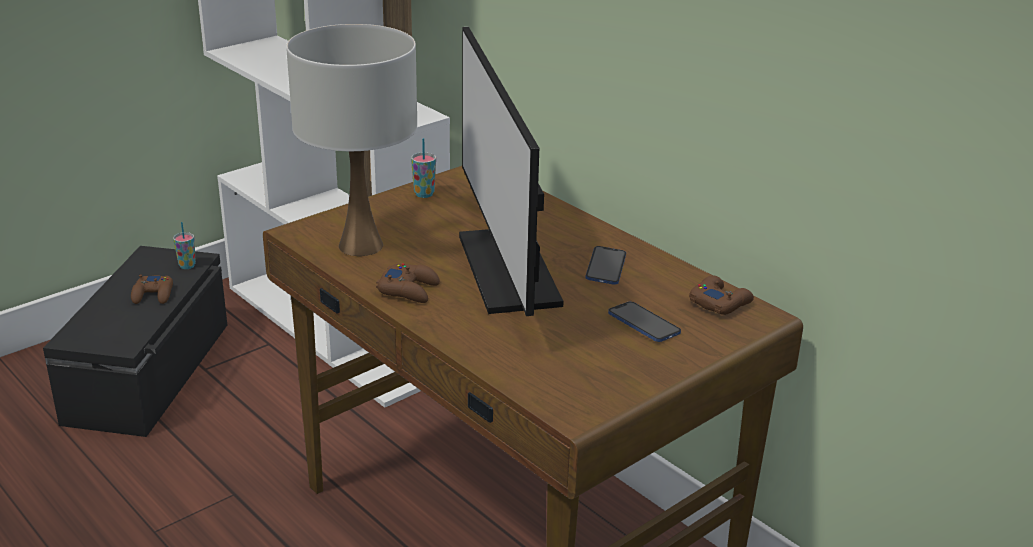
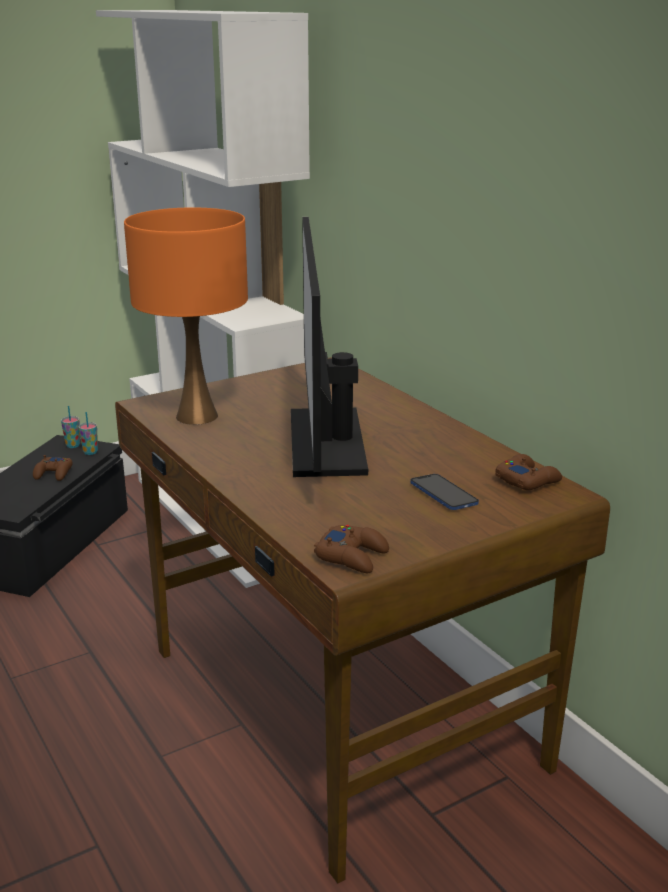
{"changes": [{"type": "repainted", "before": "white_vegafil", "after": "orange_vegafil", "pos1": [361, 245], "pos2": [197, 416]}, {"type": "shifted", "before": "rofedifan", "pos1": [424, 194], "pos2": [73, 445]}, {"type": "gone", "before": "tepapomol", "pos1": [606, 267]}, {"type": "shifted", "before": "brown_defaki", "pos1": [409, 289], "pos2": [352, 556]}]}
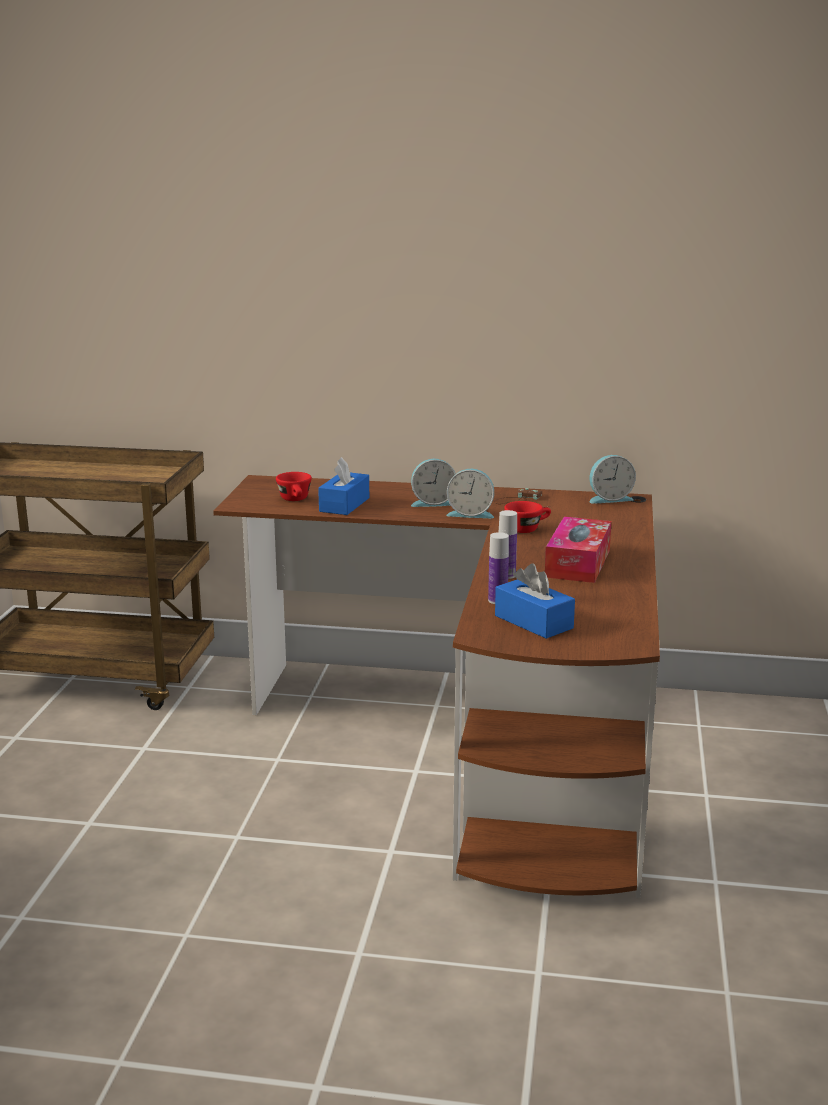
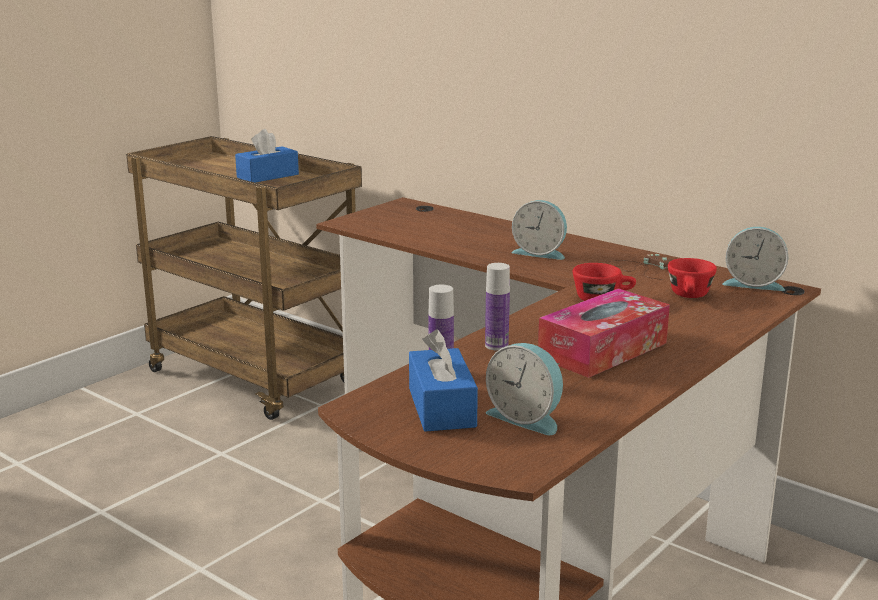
{"changes": [{"type": "shifted", "before": "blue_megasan", "pos1": [344, 505], "pos2": [268, 176]}, {"type": "shifted", "before": "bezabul", "pos1": [470, 513], "pos2": [526, 418]}, {"type": "shifted", "before": "red_rofedifan", "pos1": [296, 500], "pos2": [690, 296]}]}
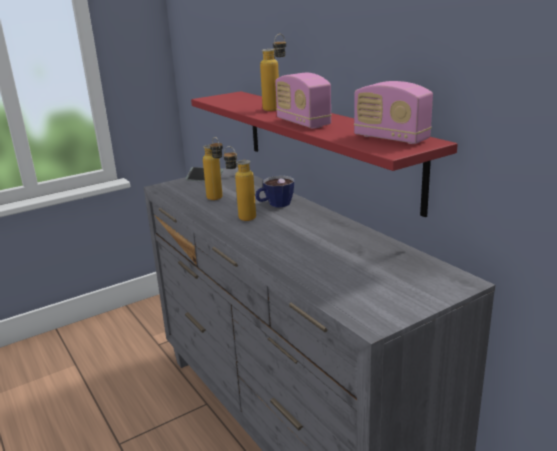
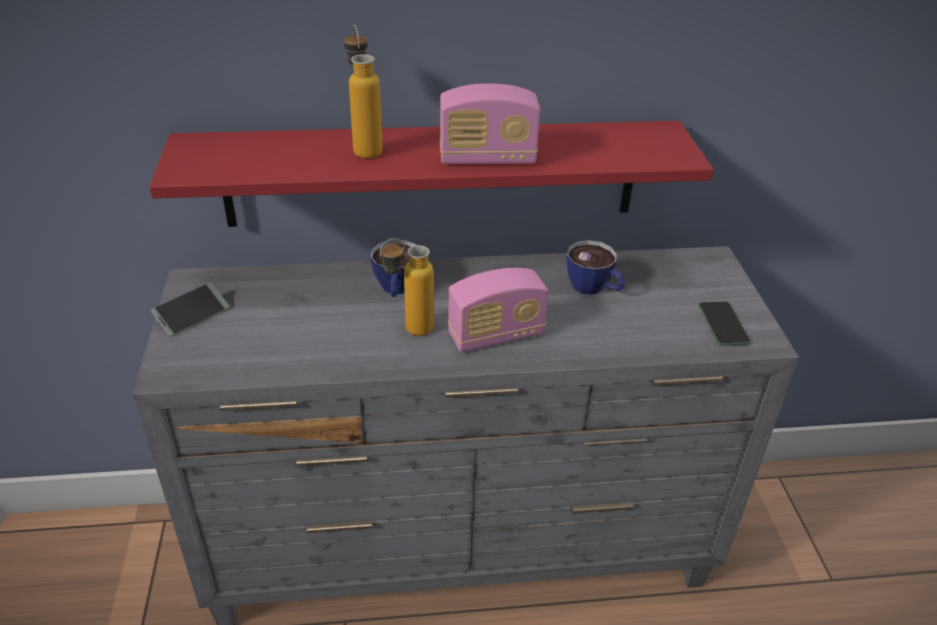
{"changes": [{"type": "shifted", "before": "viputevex", "pos1": [391, 138], "pos2": [496, 335]}, {"type": "gone", "before": "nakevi", "pos1": [217, 199]}, {"type": "new", "after": "rofedifan", "pos2": [594, 289]}, {"type": "new", "after": "tepapomol", "pos2": [723, 324]}]}
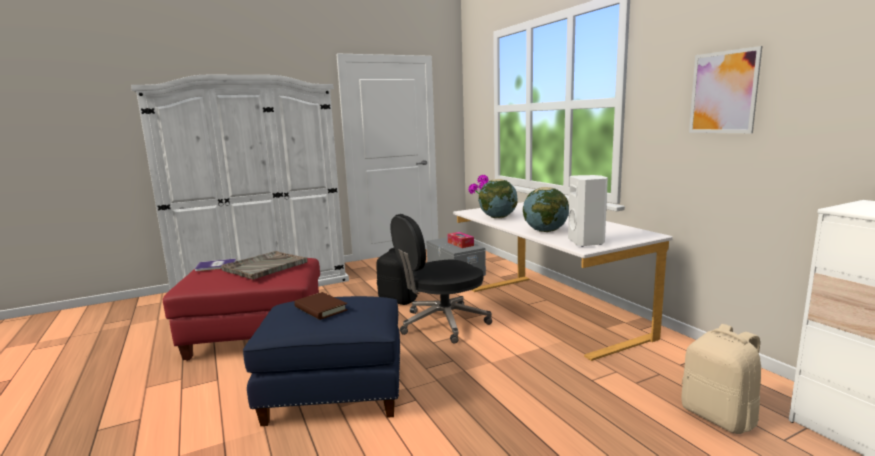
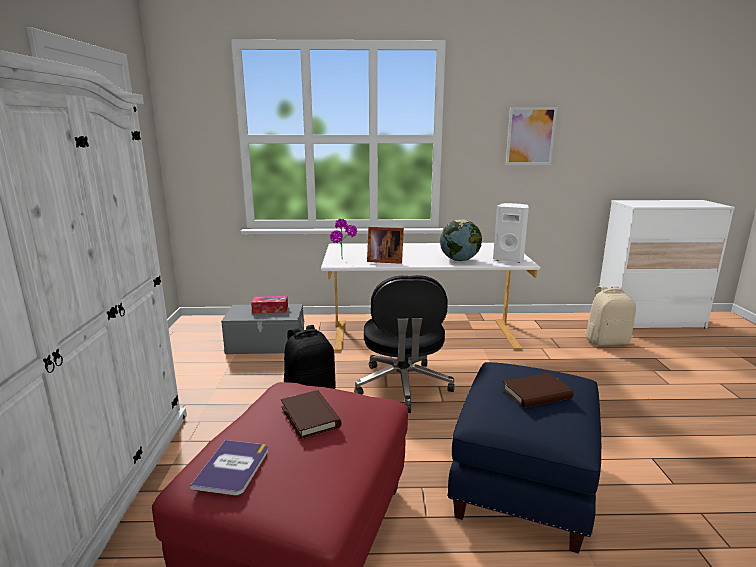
{"changes": [{"type": "swapped", "before": "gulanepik", "after": "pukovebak", "pos1": [498, 217], "pos2": [384, 261]}, {"type": "swapped", "before": "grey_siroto", "after": "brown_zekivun", "pos1": [264, 266], "pos2": [310, 417]}]}
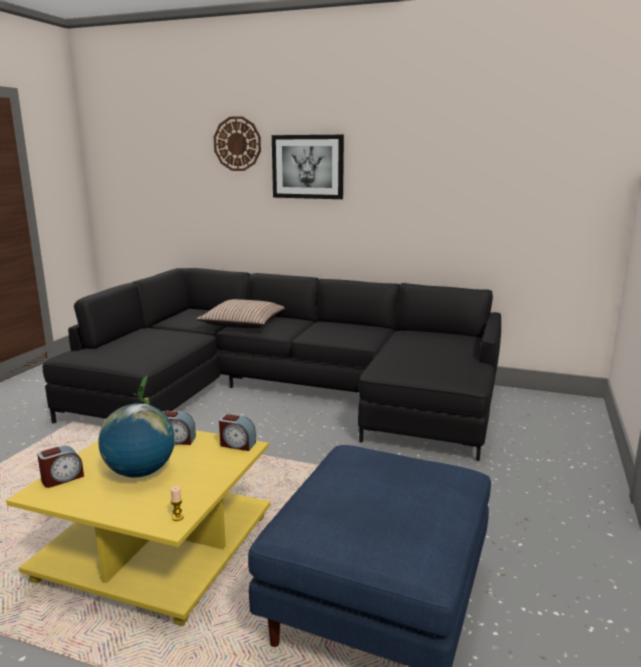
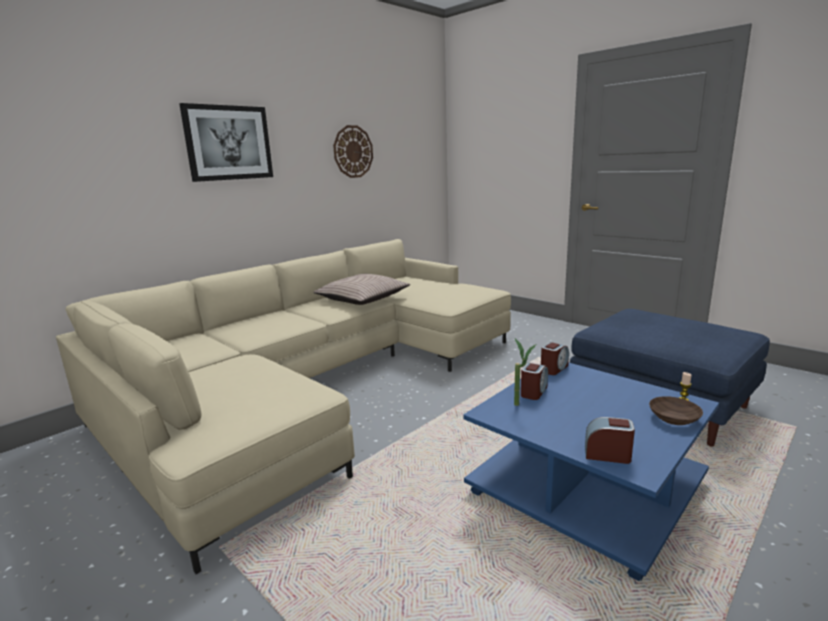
{"changes": [{"type": "shifted", "before": "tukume", "pos1": [237, 144], "pos2": [353, 151]}, {"type": "repainted", "before": "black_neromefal", "after": "beige_neromefal", "pos1": [285, 392], "pos2": [317, 384]}, {"type": "shifted", "before": "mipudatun", "pos1": [243, 323], "pos2": [362, 299]}, {"type": "gone", "before": "gulanepik", "pos1": [140, 472]}, {"type": "repainted", "before": "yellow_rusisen", "after": "blue_rusisen", "pos1": [159, 547], "pos2": [584, 486]}, {"type": "rotated", "before": "bezabul", "pos1": [62, 478], "pos2": [607, 454], "turn": -60}, {"type": "new", "after": "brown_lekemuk", "pos2": [672, 418]}]}
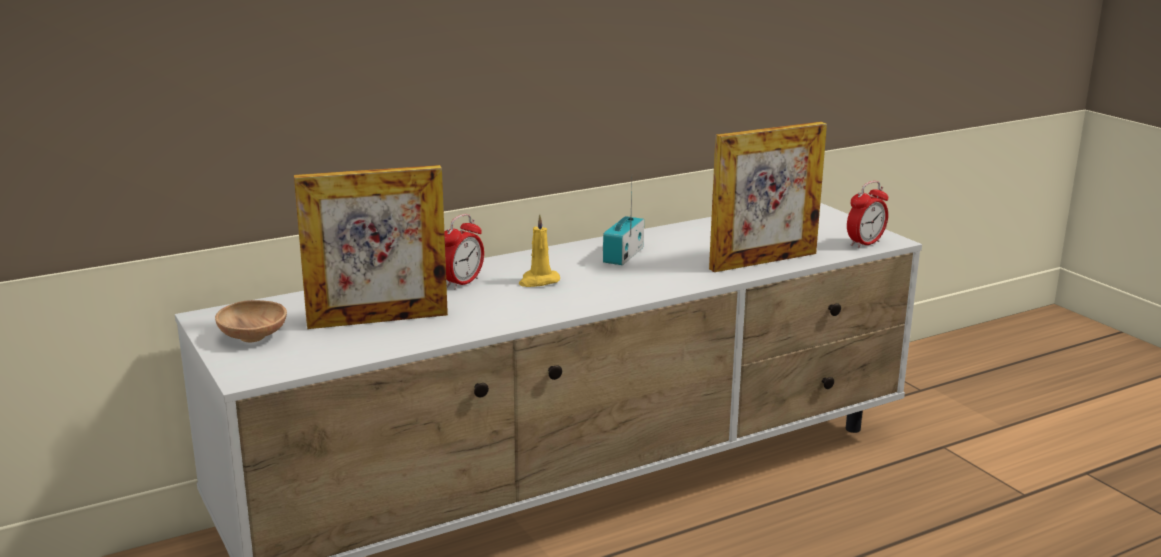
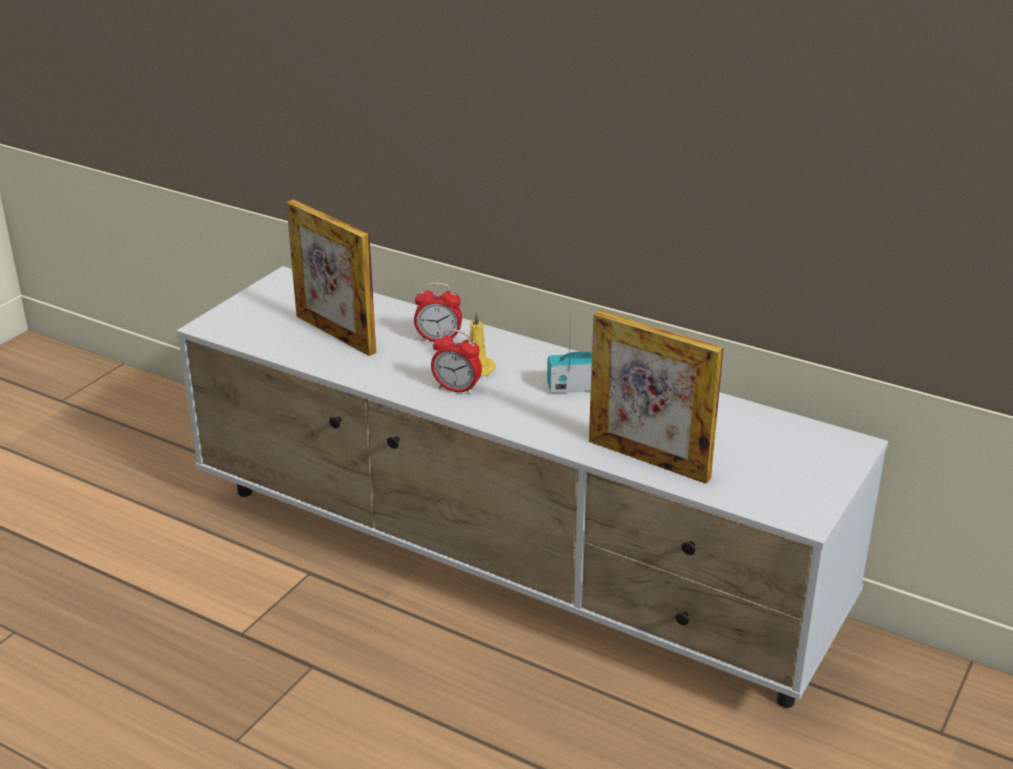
{"changes": [{"type": "shifted", "before": "bezabul", "pos1": [865, 243], "pos2": [457, 389]}, {"type": "gone", "before": "brown_lekemuk", "pos1": [253, 336]}]}
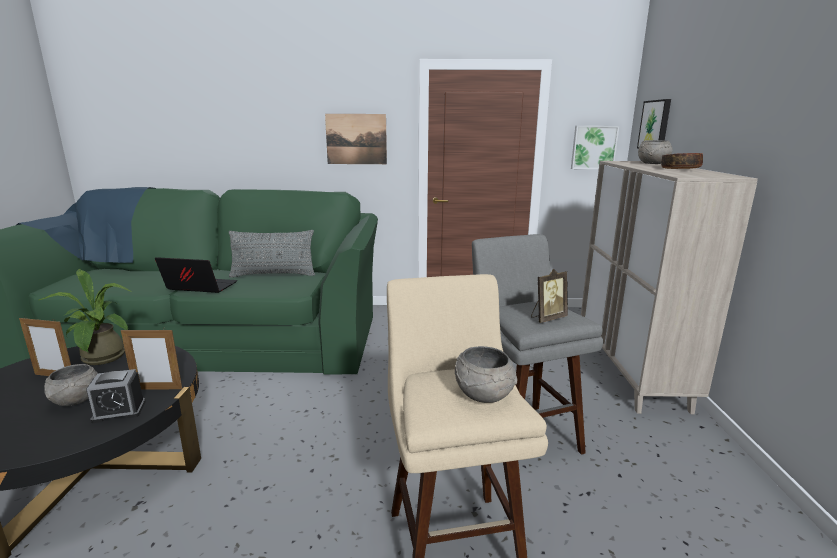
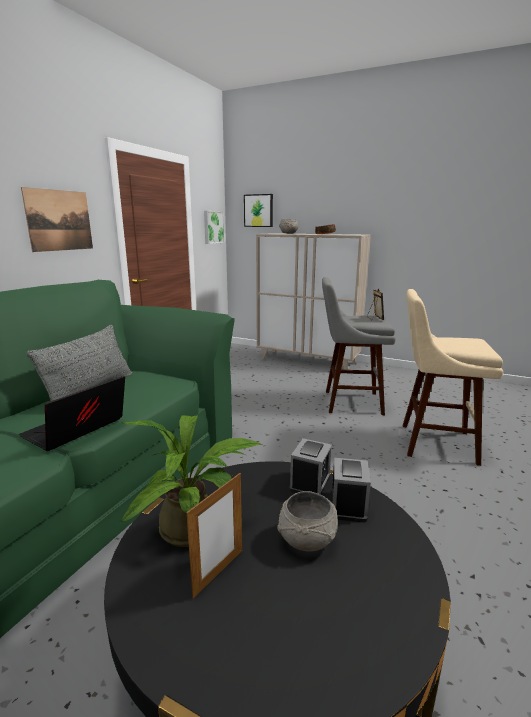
{"changes": [{"type": "swapped", "before": "pukovebak", "after": "bezabul", "pos1": [157, 389], "pos2": [310, 483]}, {"type": "gone", "before": "grey_lekemuk", "pos1": [483, 394]}]}
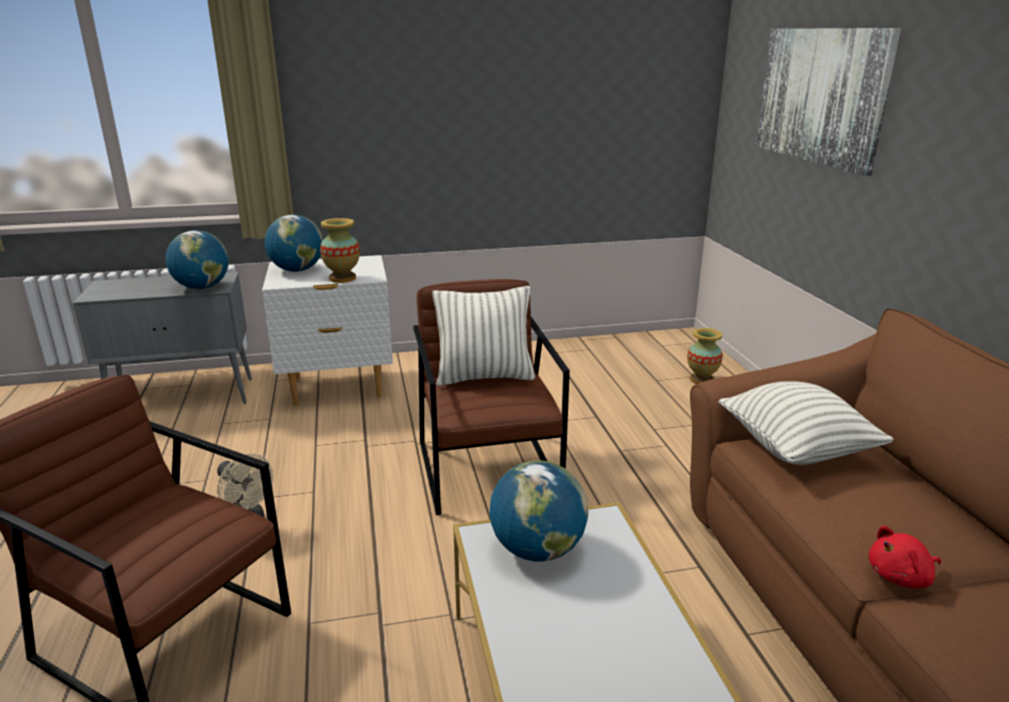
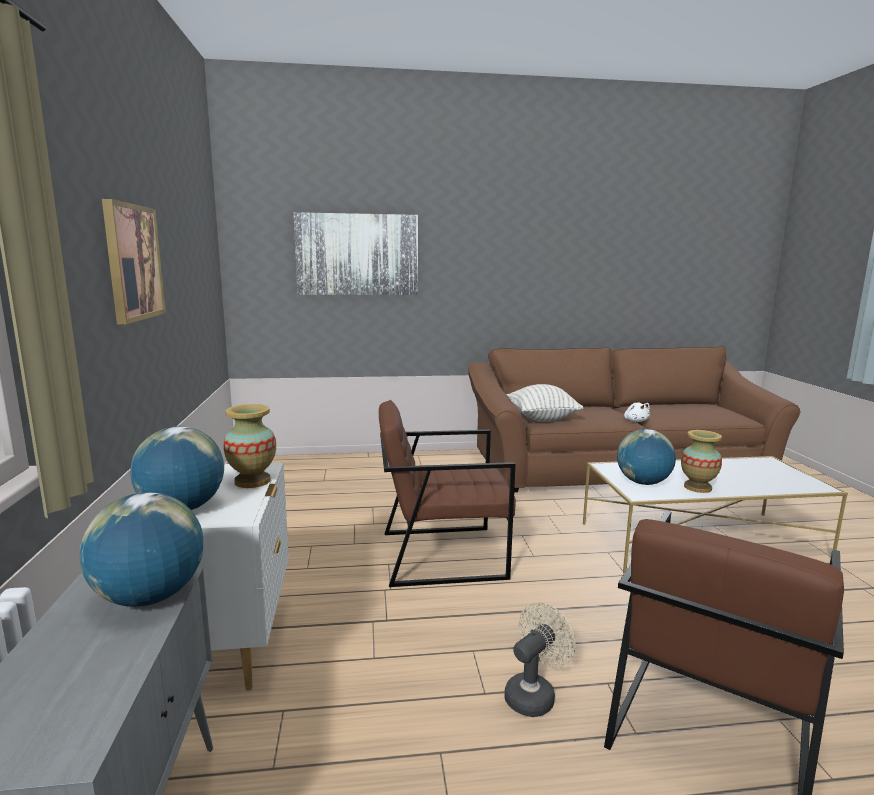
{"changes": [{"type": "gone", "before": "mipudatun", "pos1": [484, 377]}, {"type": "shifted", "before": "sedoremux", "pos1": [701, 380], "pos2": [697, 487]}, {"type": "repainted", "before": "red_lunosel", "after": "white_lunosel", "pos1": [901, 577], "pos2": [635, 421]}, {"type": "new", "after": "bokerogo", "pos2": [133, 262]}]}
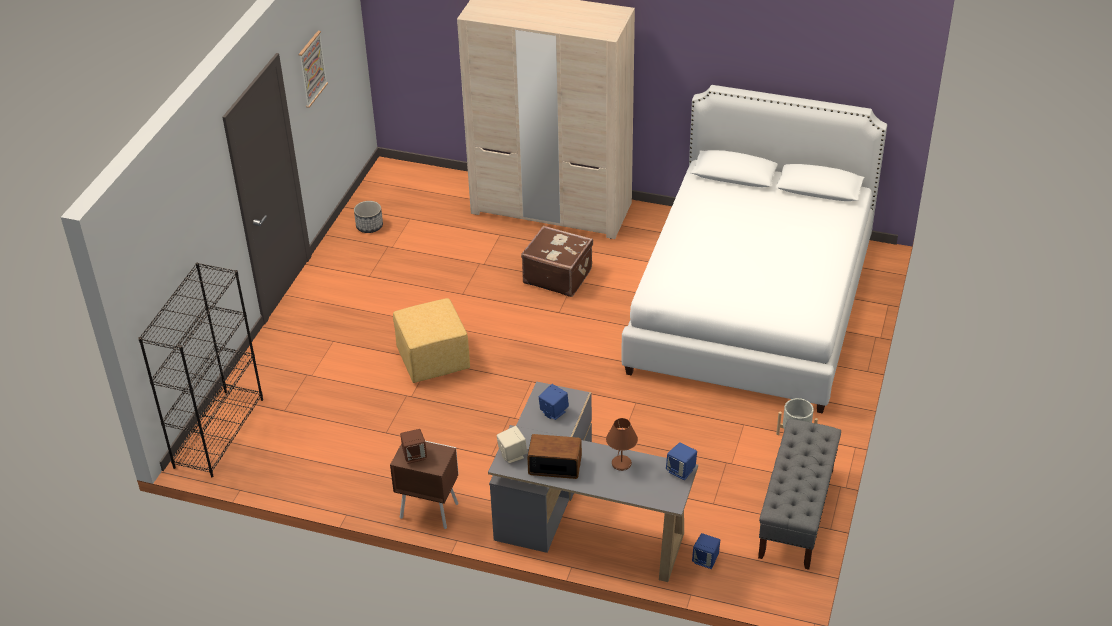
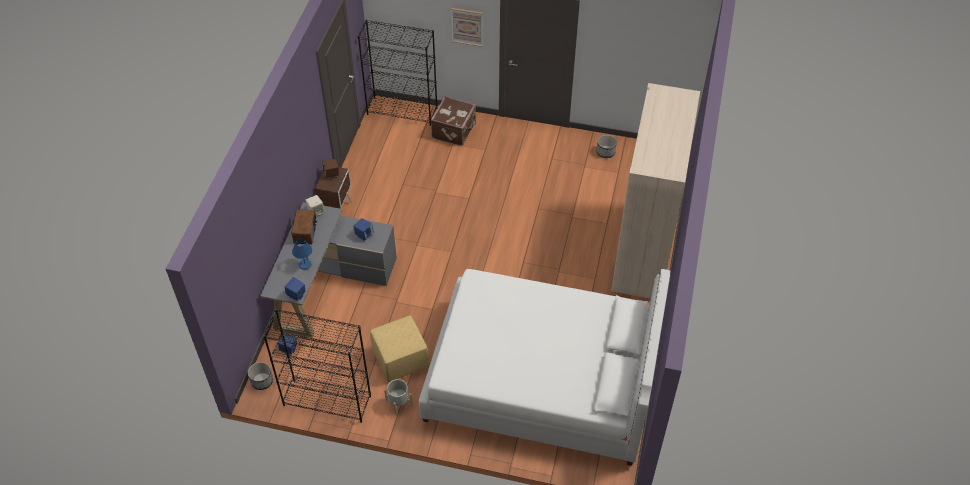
{"changes": [{"type": "shifted", "before": "bokerogo", "pos1": [312, 68], "pos2": [467, 26]}, {"type": "shifted", "before": "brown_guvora", "pos1": [558, 276], "pos2": [454, 130]}, {"type": "shifted", "before": "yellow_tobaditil", "pos1": [432, 360], "pos2": [400, 359]}, {"type": "repainted", "before": "brown_vegafil", "after": "blue_vegafil", "pos1": [621, 464], "pos2": [304, 264]}, {"type": "swapped", "before": "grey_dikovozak", "after": "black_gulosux", "pos1": [796, 513], "pos2": [326, 401]}, {"type": "new", "after": "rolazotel", "pos2": [262, 381]}]}
